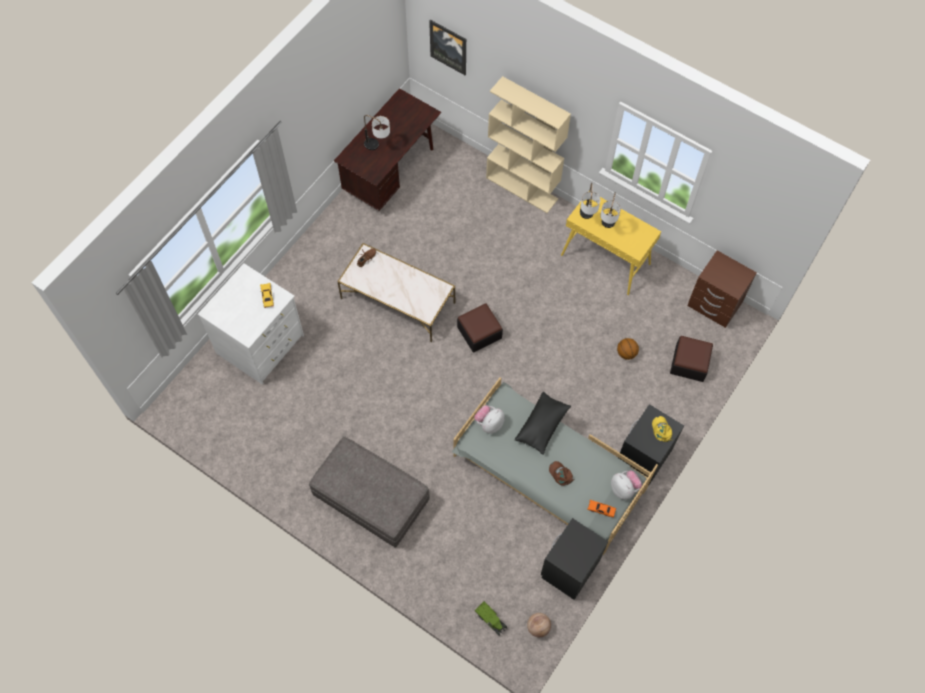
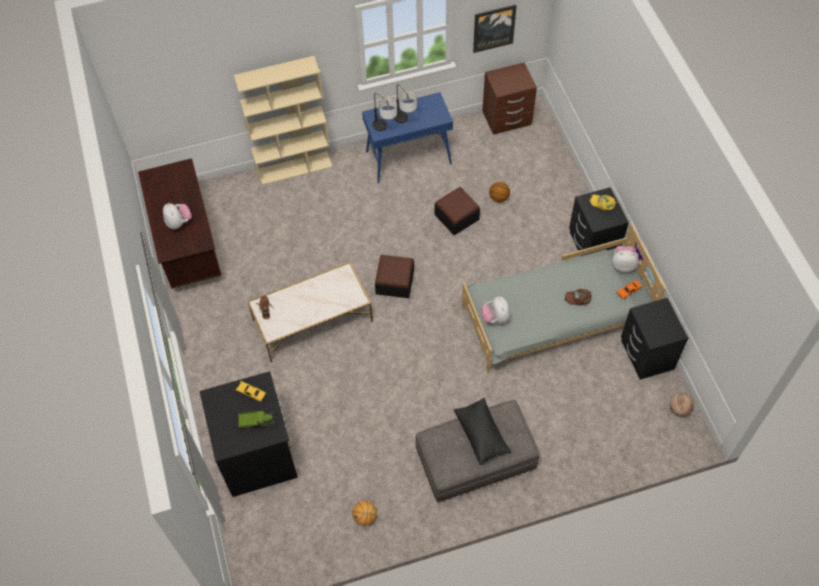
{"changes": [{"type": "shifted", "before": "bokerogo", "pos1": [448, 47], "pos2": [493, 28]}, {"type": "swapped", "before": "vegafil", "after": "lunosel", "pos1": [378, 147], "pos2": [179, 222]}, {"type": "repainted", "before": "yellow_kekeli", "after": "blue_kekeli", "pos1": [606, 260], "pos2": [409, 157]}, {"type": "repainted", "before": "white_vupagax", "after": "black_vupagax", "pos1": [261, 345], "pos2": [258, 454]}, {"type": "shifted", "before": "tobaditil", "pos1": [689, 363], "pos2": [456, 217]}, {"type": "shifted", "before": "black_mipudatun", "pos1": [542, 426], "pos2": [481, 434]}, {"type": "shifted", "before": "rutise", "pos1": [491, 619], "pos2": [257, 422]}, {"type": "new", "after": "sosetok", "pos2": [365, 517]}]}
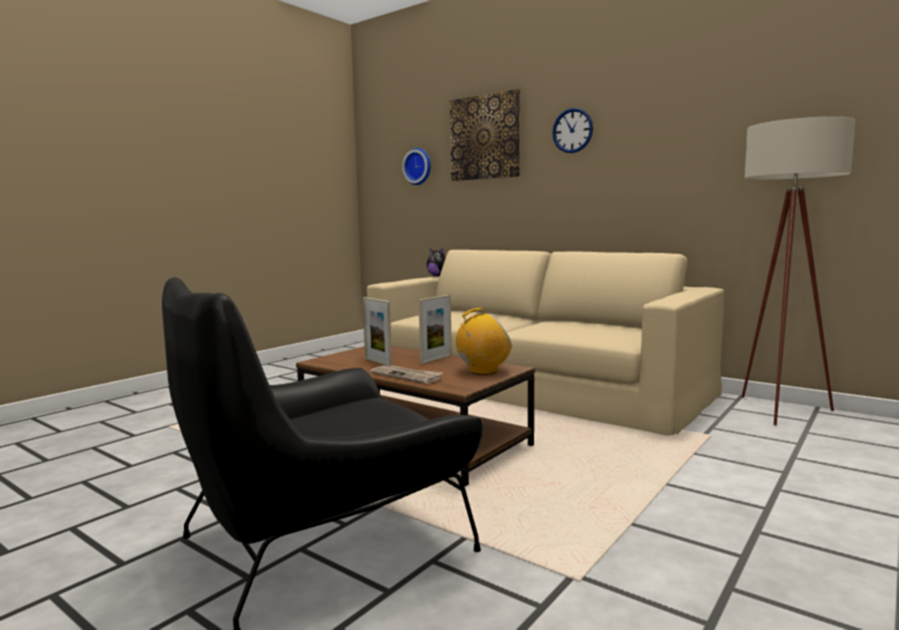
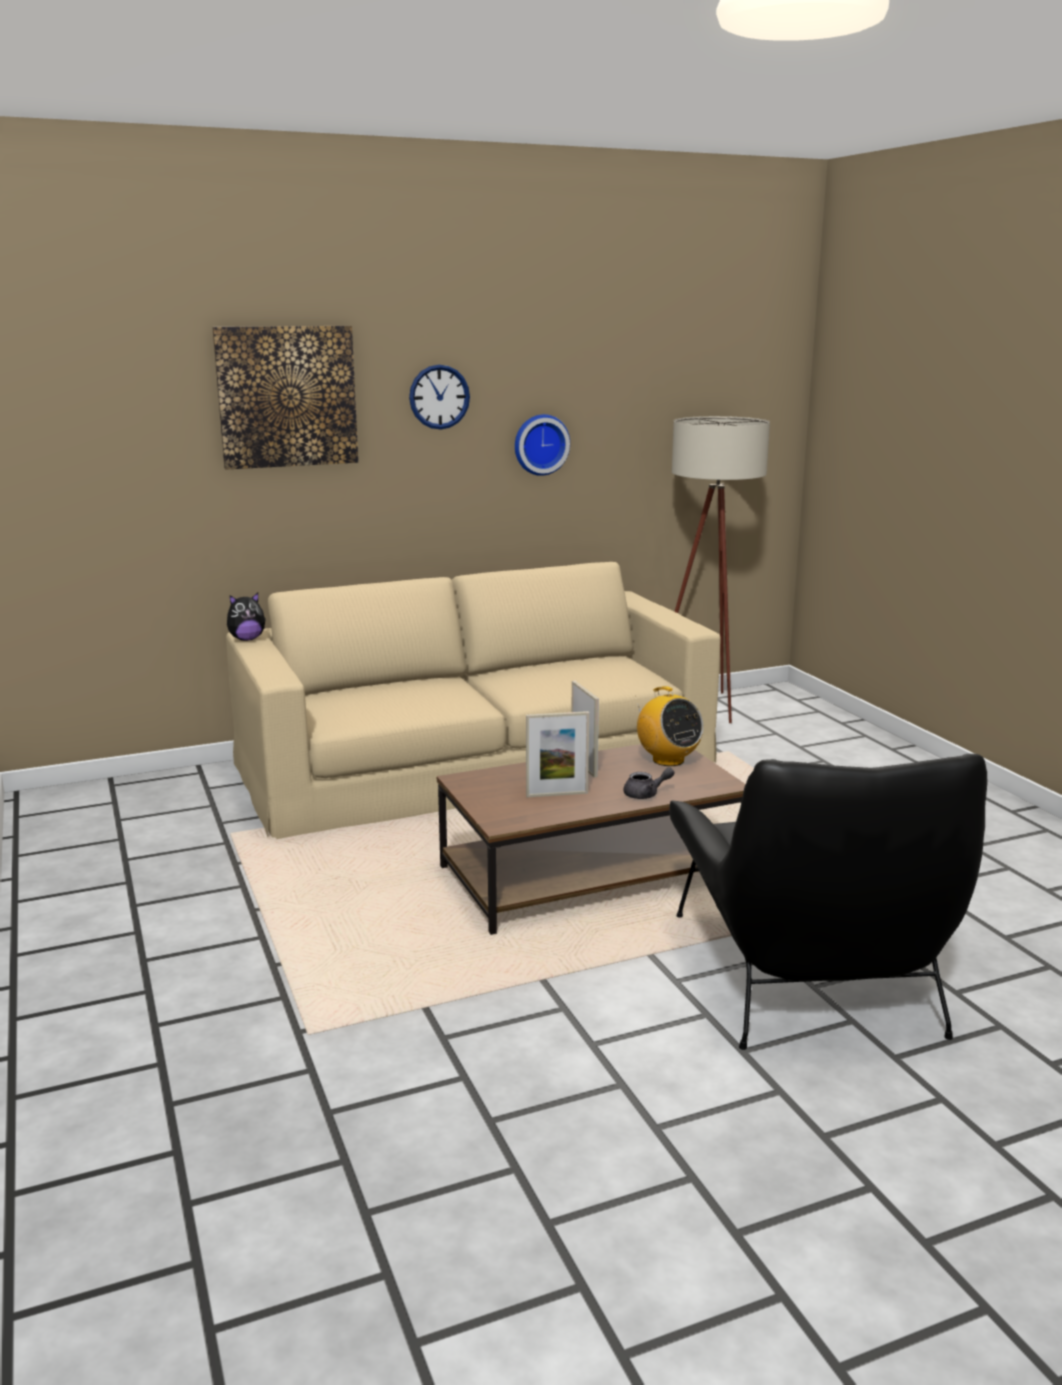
{"changes": [{"type": "shifted", "before": "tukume", "pos1": [418, 166], "pos2": [540, 444]}, {"type": "rotated", "before": "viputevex", "pos1": [483, 371], "pos2": [667, 760], "turn": 135}, {"type": "swapped", "before": "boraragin", "after": "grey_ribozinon", "pos1": [407, 376], "pos2": [646, 794]}]}
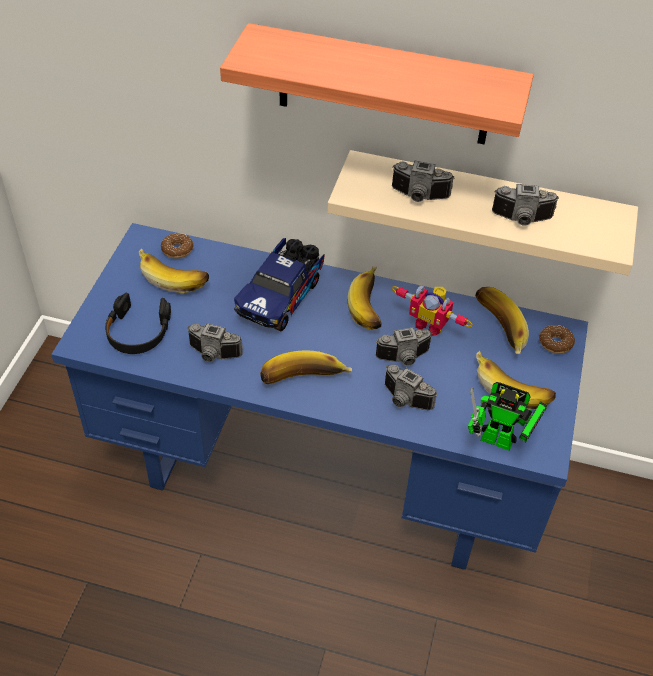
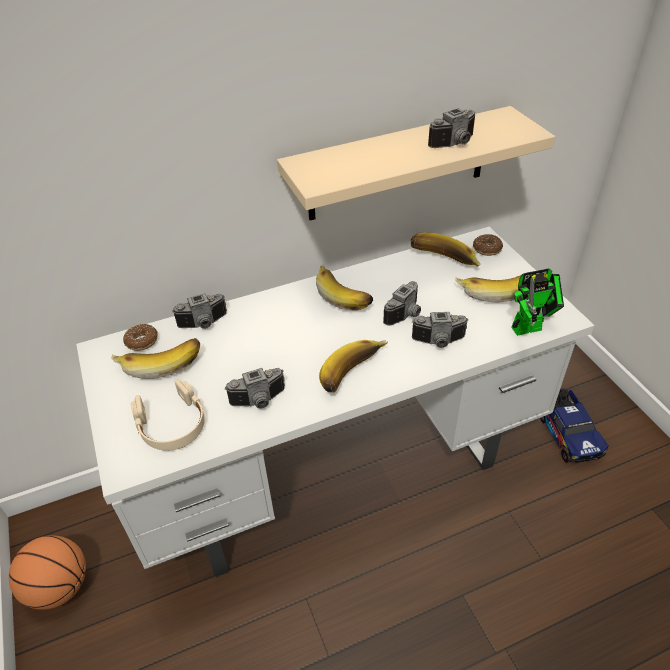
{"changes": [{"type": "gone", "before": "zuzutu", "pos1": [384, 86]}, {"type": "shifted", "before": "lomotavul", "pos1": [419, 197], "pos2": [204, 324]}, {"type": "repainted", "before": "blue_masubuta", "after": "white_masubuta", "pos1": [322, 475], "pos2": [340, 471]}, {"type": "shifted", "before": "rutise", "pos1": [282, 295], "pos2": [566, 432]}, {"type": "gone", "before": "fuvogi", "pos1": [430, 324]}, {"type": "repainted", "before": "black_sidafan", "after": "beige_sidafan", "pos1": [138, 331], "pos2": [172, 424]}, {"type": "new", "after": "sosetok", "pos2": [59, 587]}]}
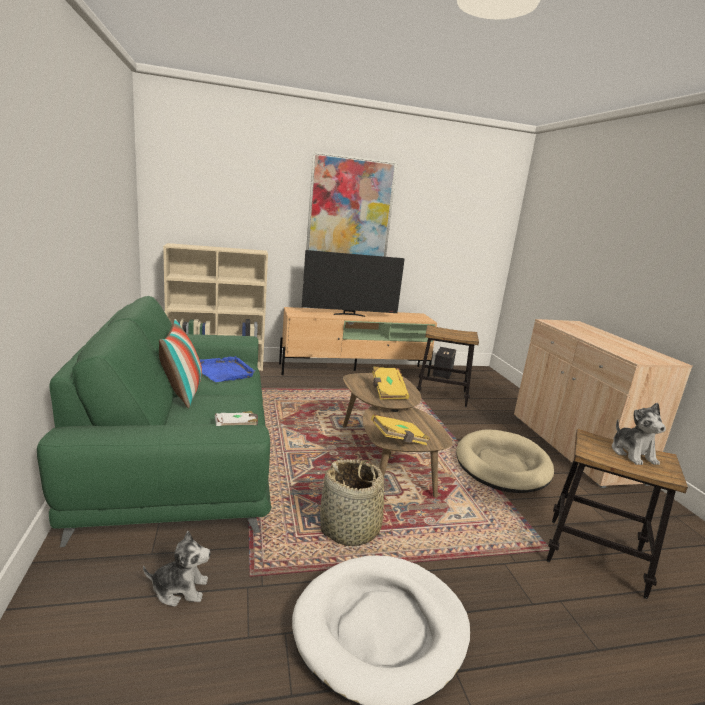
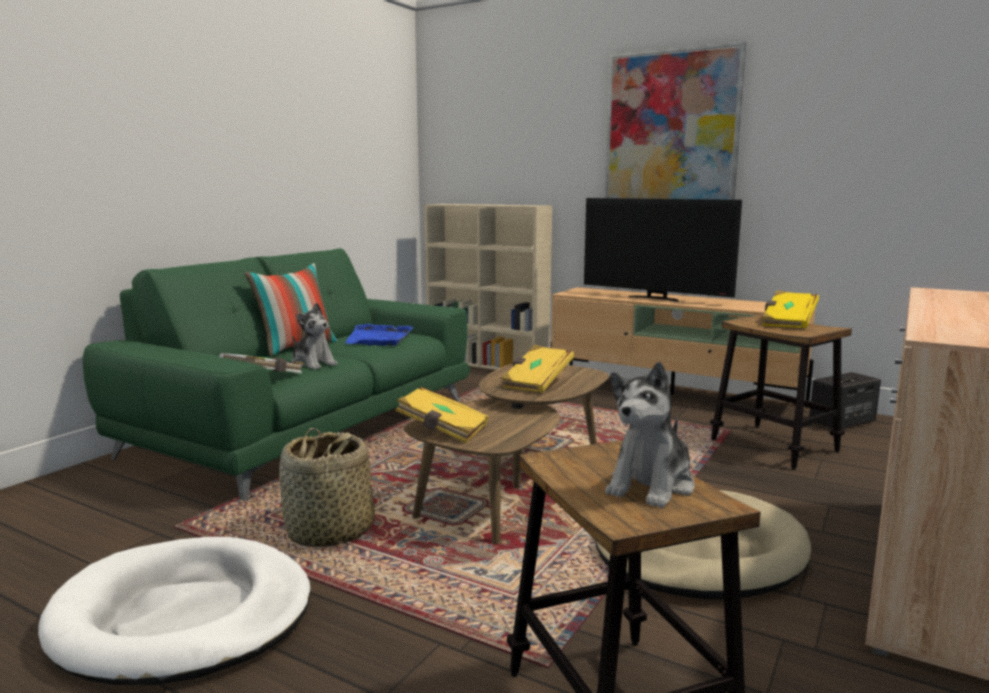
{"changes": [{"type": "shifted", "before": "lunosel", "pos1": [180, 589], "pos2": [313, 364]}, {"type": "new", "after": "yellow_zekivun", "pos2": [787, 322]}]}
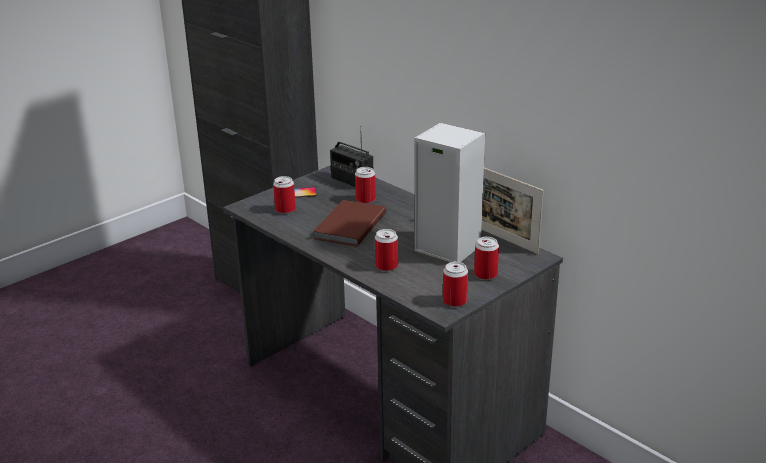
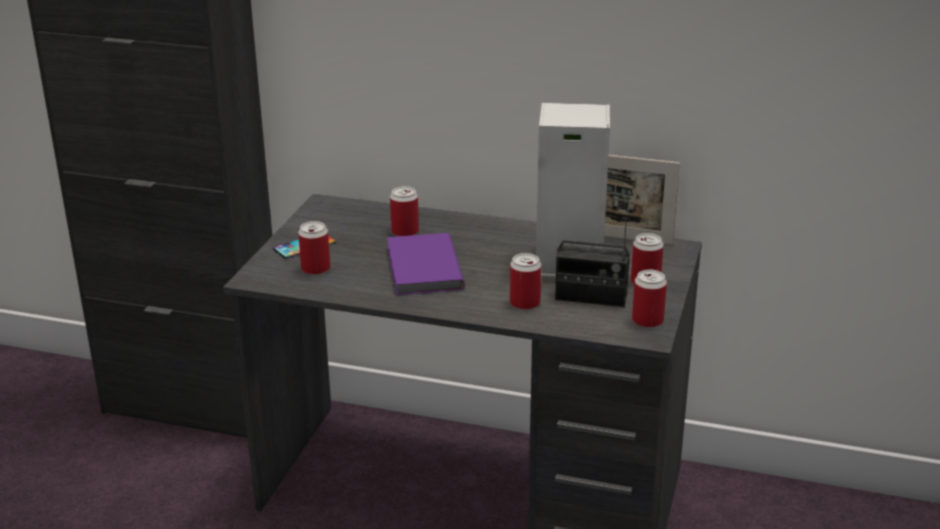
{"changes": [{"type": "shifted", "before": "viputevex", "pos1": [352, 181], "pos2": [591, 297]}, {"type": "repainted", "before": "brown_zekivun", "after": "purple_zekivun", "pos1": [348, 226], "pos2": [421, 269]}]}
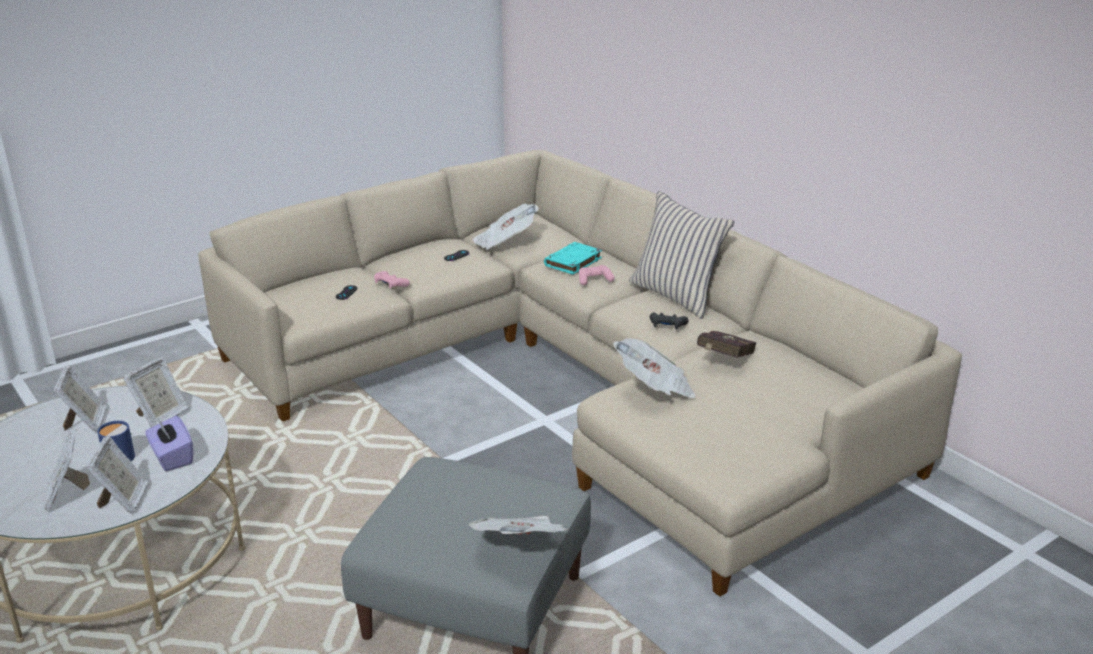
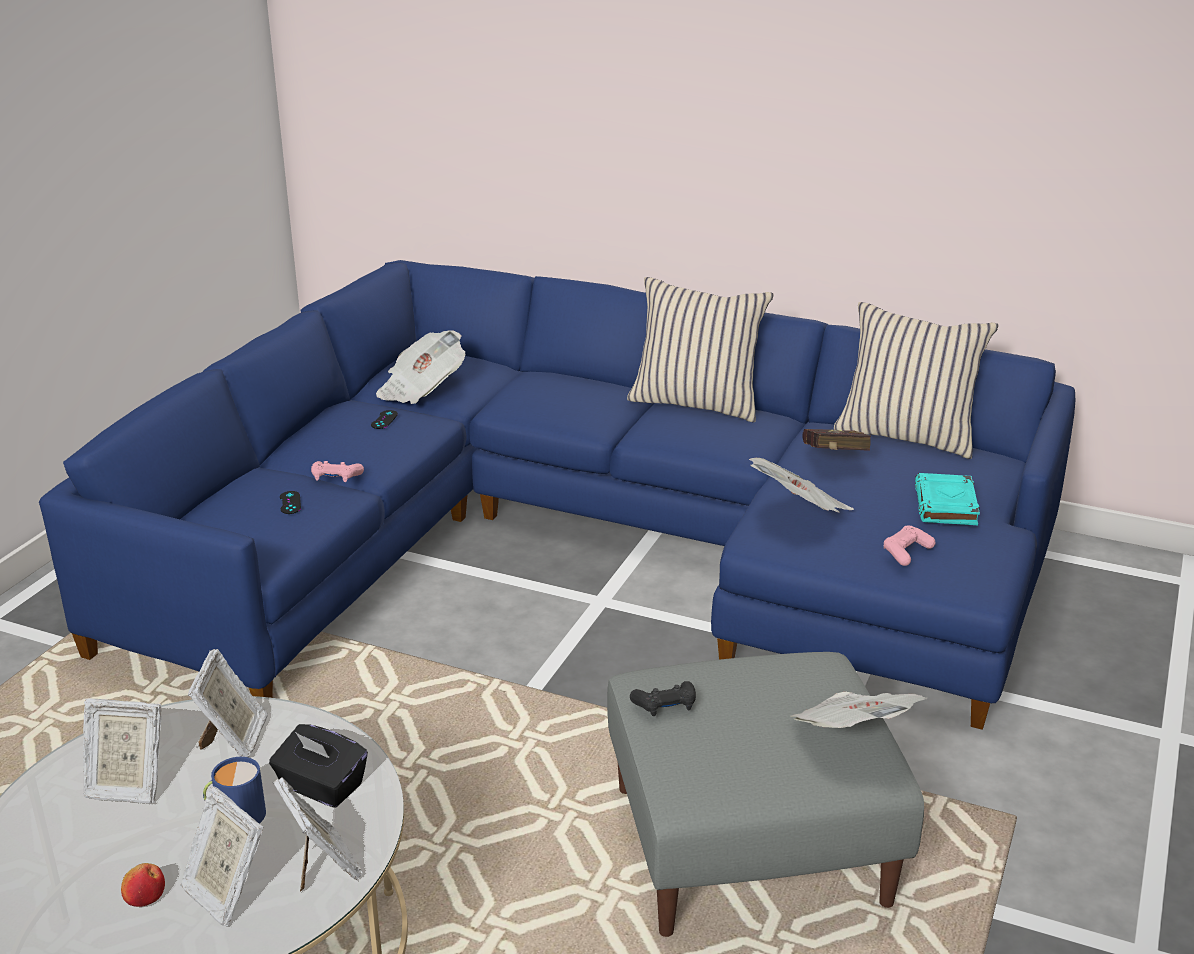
{"changes": [{"type": "repainted", "before": "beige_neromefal", "after": "blue_neromefal", "pos1": [573, 382], "pos2": [587, 546]}, {"type": "shifted", "before": "turquoise_zekivun", "pos1": [573, 262], "pos2": [946, 505]}, {"type": "shifted", "before": "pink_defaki", "pos1": [594, 280], "pos2": [906, 552]}, {"type": "shifted", "before": "black_defaki", "pos1": [667, 325], "pos2": [665, 706]}, {"type": "rotated", "before": "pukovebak", "pos1": [86, 422], "pos2": [126, 786], "turn": 135}, {"type": "repainted", "before": "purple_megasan", "after": "black_megasan", "pos1": [172, 457], "pos2": [321, 787]}, {"type": "new", "after": "beige_mipudatun", "pos2": [907, 435]}, {"type": "new", "after": "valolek", "pos2": [145, 898]}]}
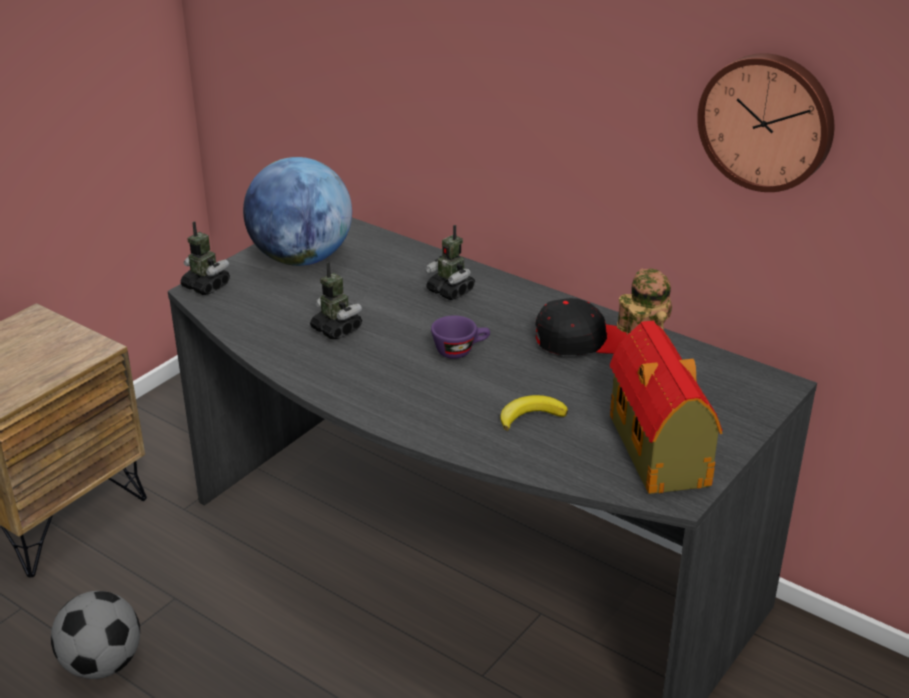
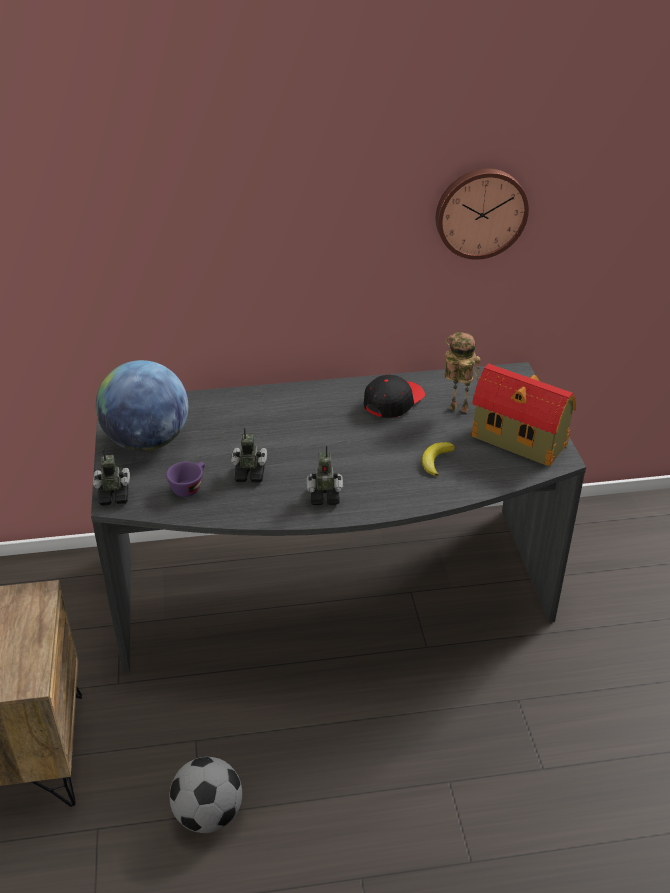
{"changes": [{"type": "shifted", "before": "fuvogi", "pos1": [450, 291], "pos2": [325, 497]}, {"type": "shifted", "before": "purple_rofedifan", "pos1": [460, 350], "pos2": [189, 487]}]}
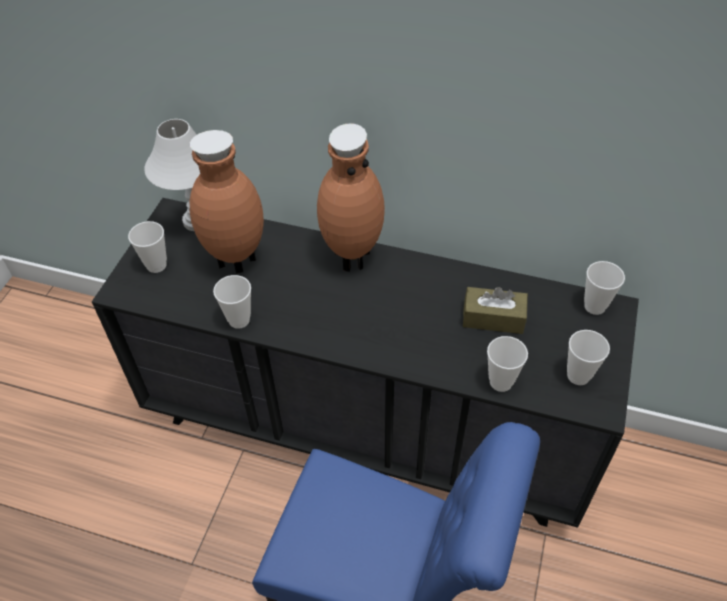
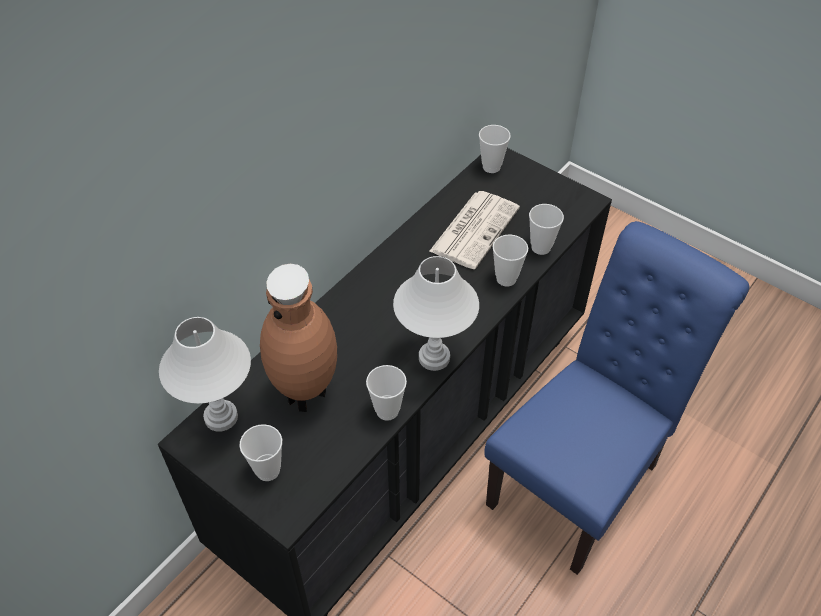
{"changes": [{"type": "gone", "before": "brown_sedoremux", "pos1": [351, 257]}, {"type": "swapped", "before": "brown_megasan", "after": "boraragin", "pos1": [493, 318], "pos2": [474, 229]}, {"type": "shifted", "before": "rofedifan", "pos1": [578, 376], "pos2": [506, 279]}, {"type": "new", "after": "white_vegafil", "pos2": [433, 357]}]}
